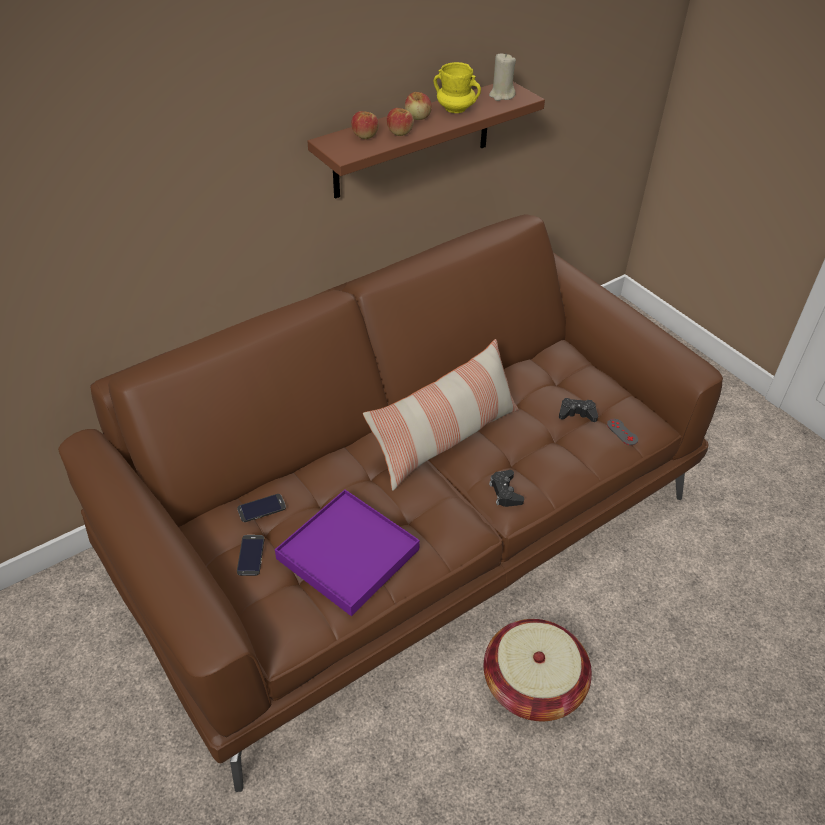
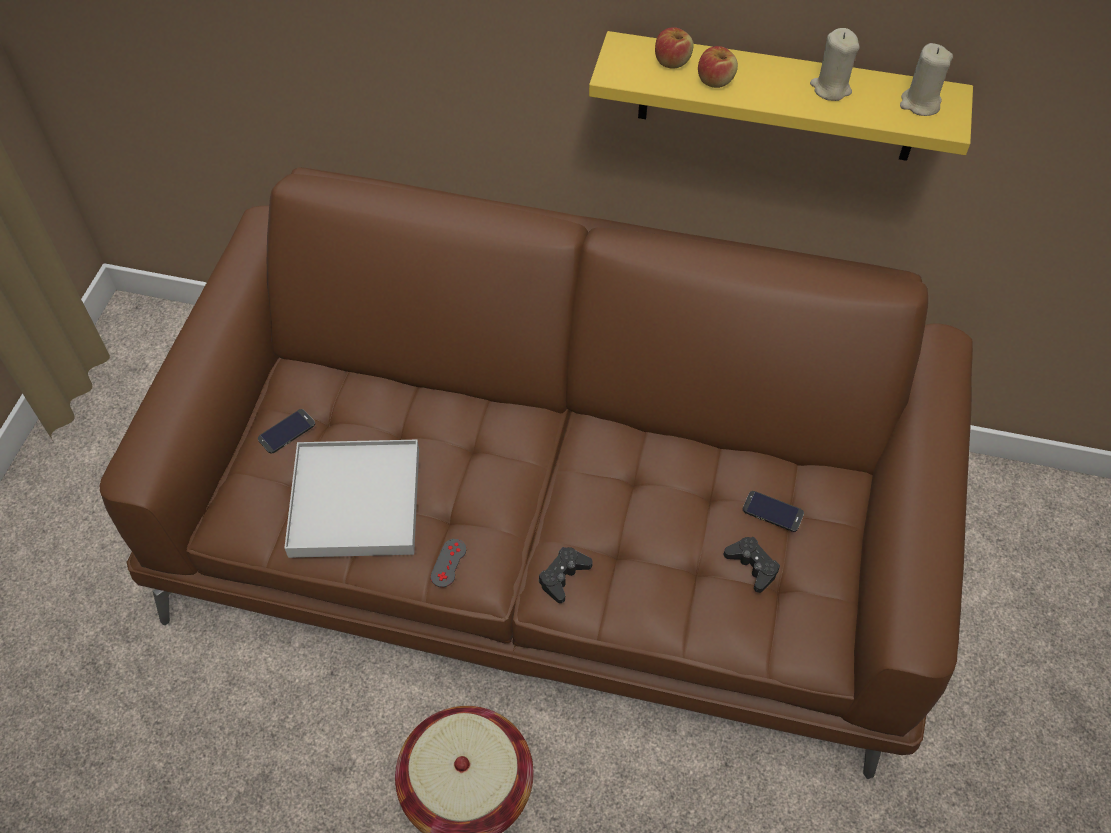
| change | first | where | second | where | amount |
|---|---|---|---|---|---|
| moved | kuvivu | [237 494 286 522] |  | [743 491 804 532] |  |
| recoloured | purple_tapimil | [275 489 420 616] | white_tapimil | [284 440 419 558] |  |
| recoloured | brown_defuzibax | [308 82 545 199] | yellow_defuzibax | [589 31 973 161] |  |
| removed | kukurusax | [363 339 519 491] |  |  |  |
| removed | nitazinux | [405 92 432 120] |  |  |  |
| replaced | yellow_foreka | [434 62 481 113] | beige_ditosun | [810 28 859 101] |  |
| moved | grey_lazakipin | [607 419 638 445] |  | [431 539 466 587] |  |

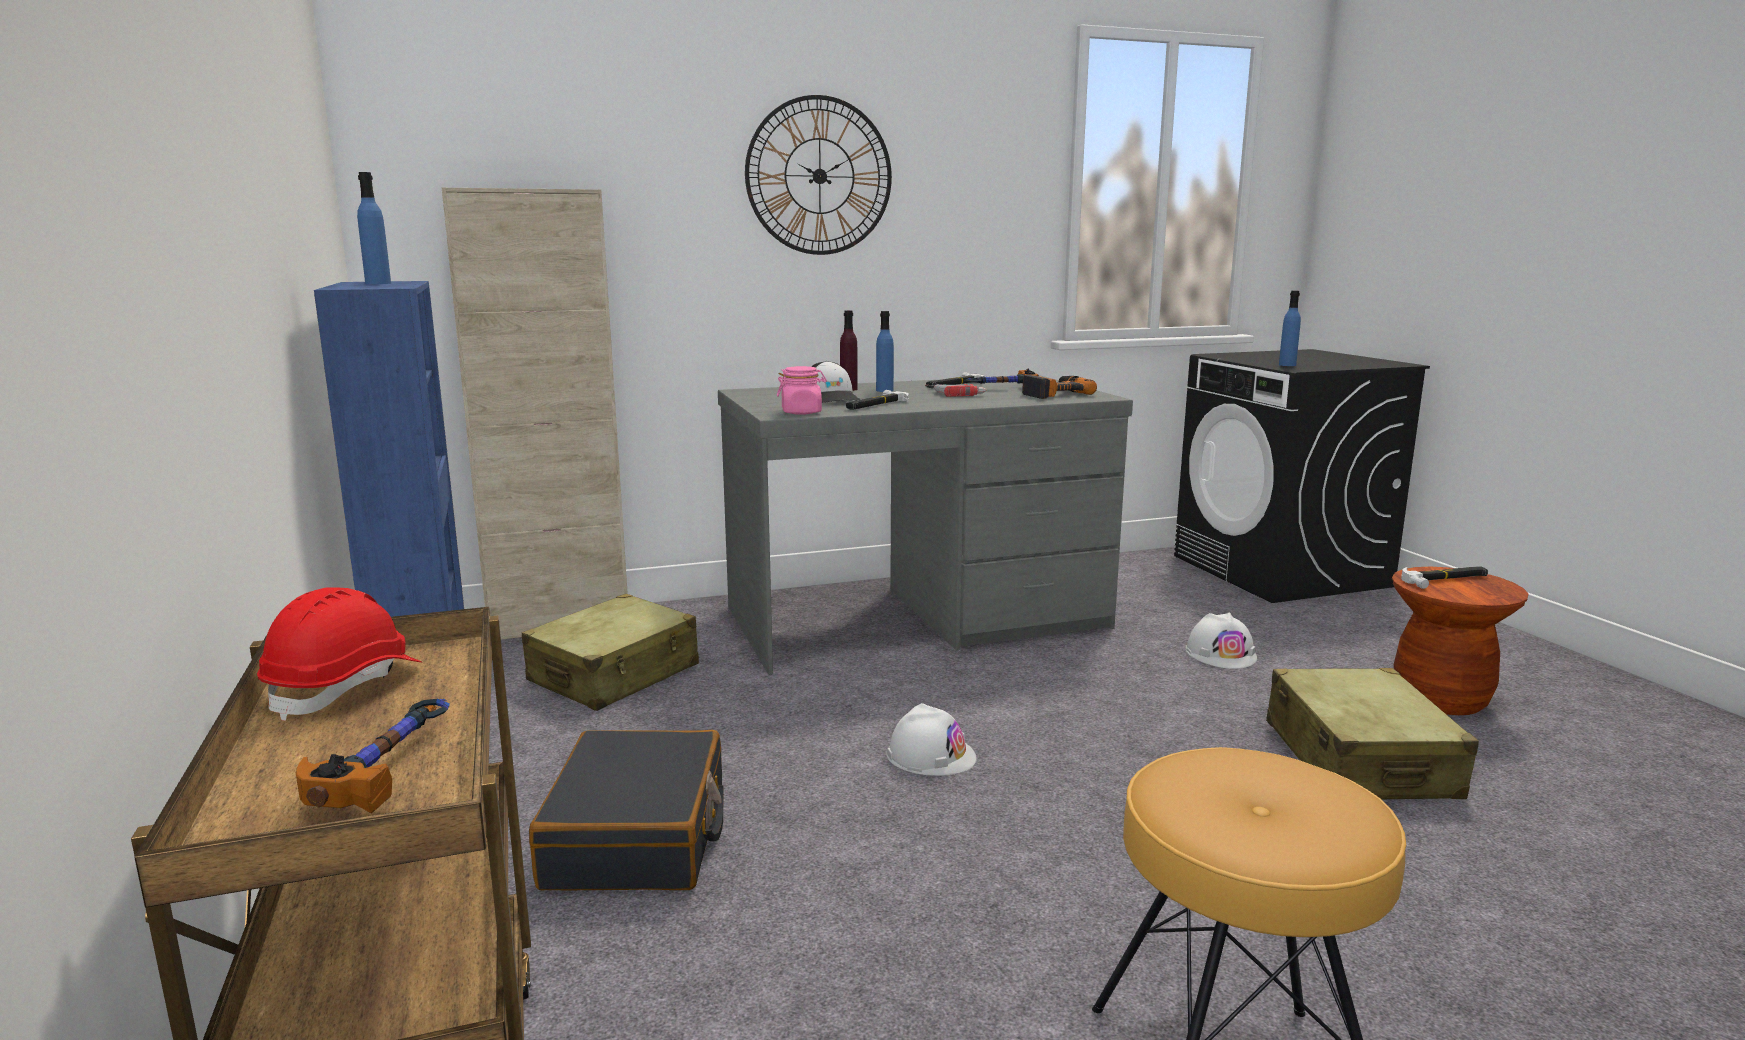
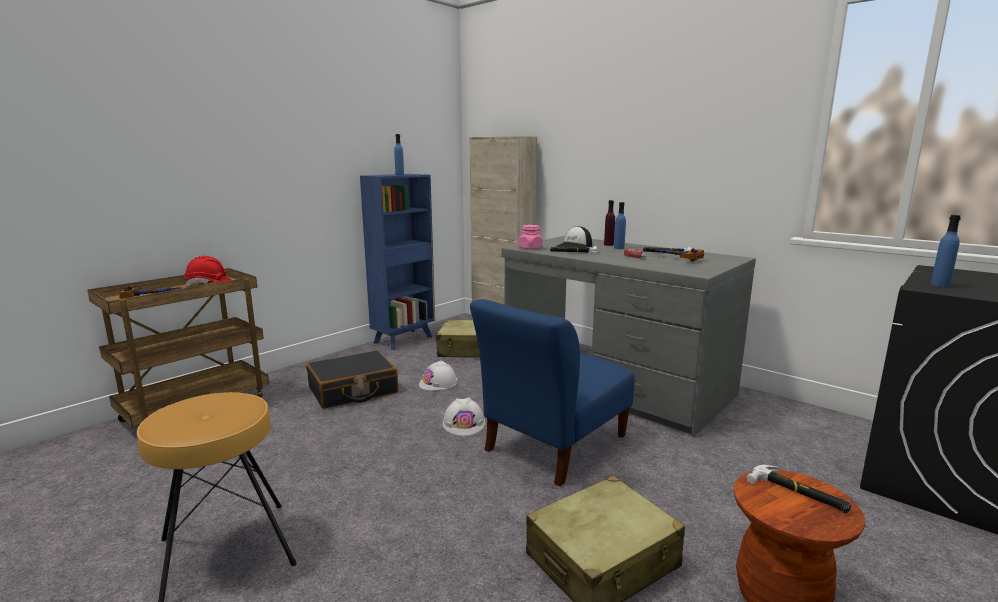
| change | first | where | second | where | amount |
|---|---|---|---|---|---|
| removed | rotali | [745 95 892 255] |  |  |  |
| removed | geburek | [1022 375 1097 399] |  |  |  |
| moved | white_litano | [1186 613 1258 669] |  | [419 361 458 391] |  |
| added |  |  | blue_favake | [470 299 635 486] |  |

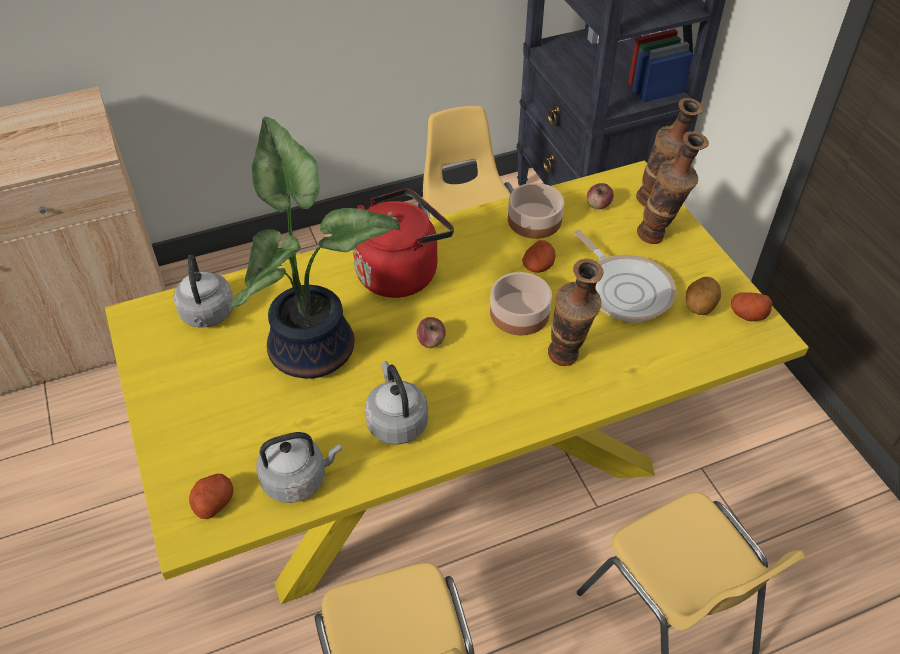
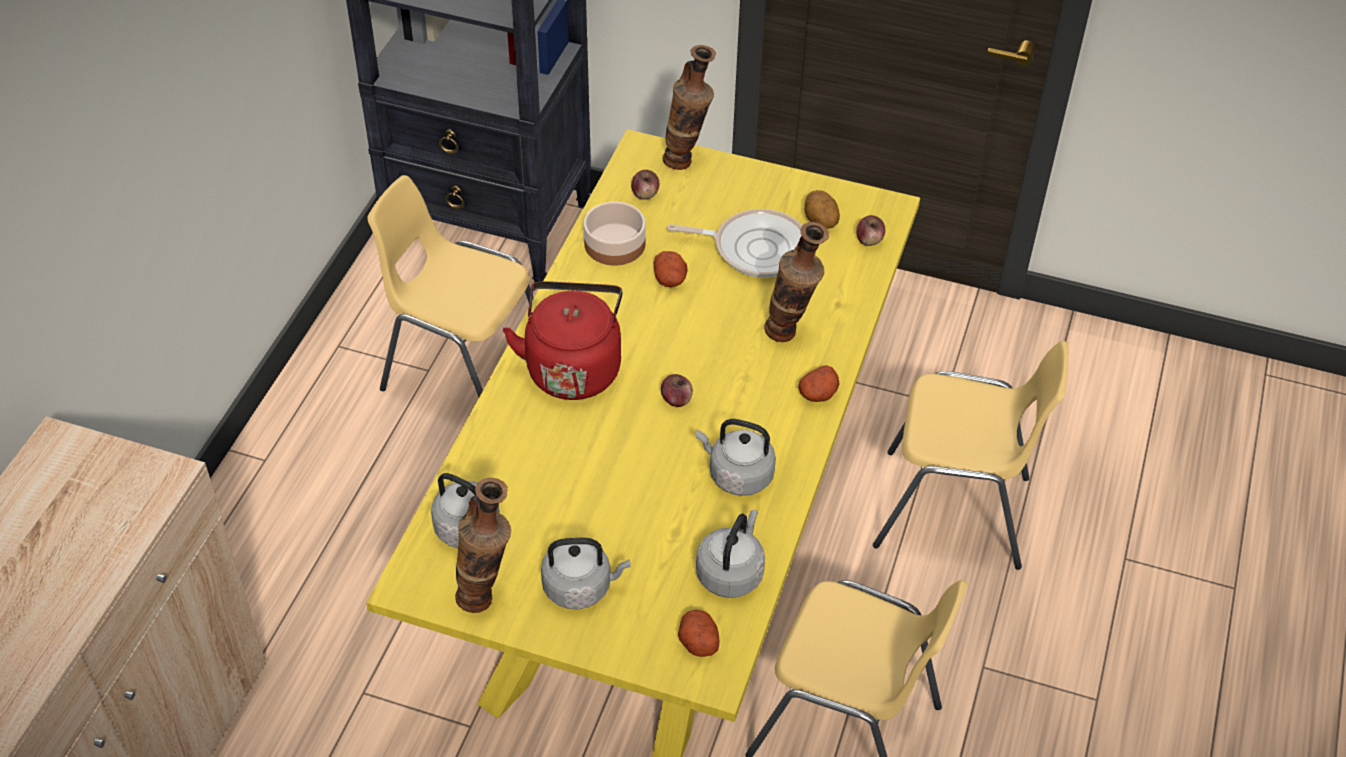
| change | first | where | second | where | amount |
|---|---|---|---|---|---|
| removed | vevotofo | [230 117 401 379] |  |  |  |
| removed | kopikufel | [490 272 552 335] |  |  |  |
| moved | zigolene | [637 131 709 244] |  | [455 478 511 613] |  |
| moved | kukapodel | [731 292 772 321] |  | [798 365 840 402] |  |
| added |  |  | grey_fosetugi | [541 538 631 610] |  |
| added |  |  | nitazinux | [856 215 885 246] |  |

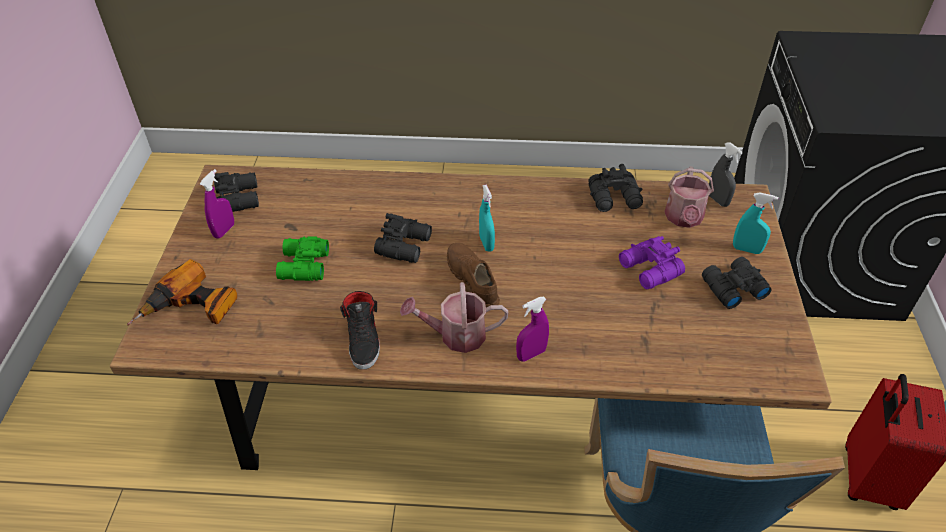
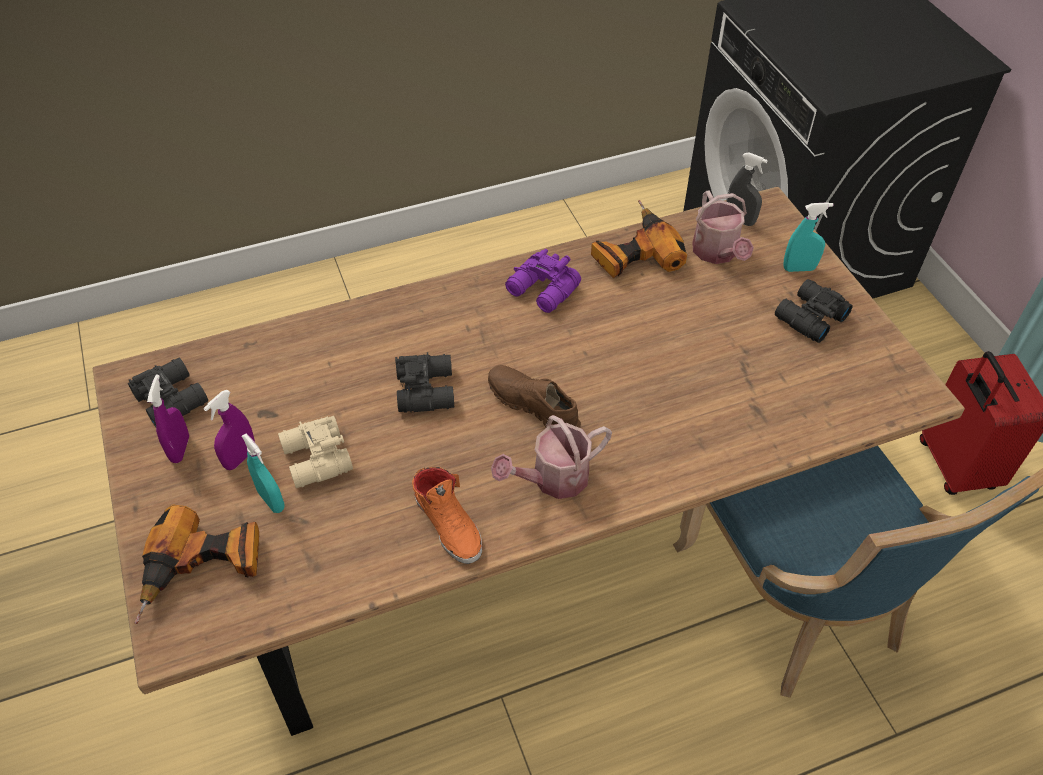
| change | first | where | second | where | amount |
|---|---|---|---|---|---|
| recoloured | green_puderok | [276 237 329 281] | beige_puderok | [278 416 353 488] |  |
| recoloured | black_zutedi | [340 291 380 369] | orange_zutedi | [412 467 482 564] |  |
| moved | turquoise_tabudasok | [479 185 495 252] |  | [242 433 285 513] |  |
| moved | purple_tabudasok | [516 297 549 362] |  | [203 390 255 470] |  |
| replaced | black_puderok | [588 164 643 212] | geburek | [591 200 687 278] |  |
| moved | purple_puderok | [619 236 685 289] |  | [505 249 581 313] |  |

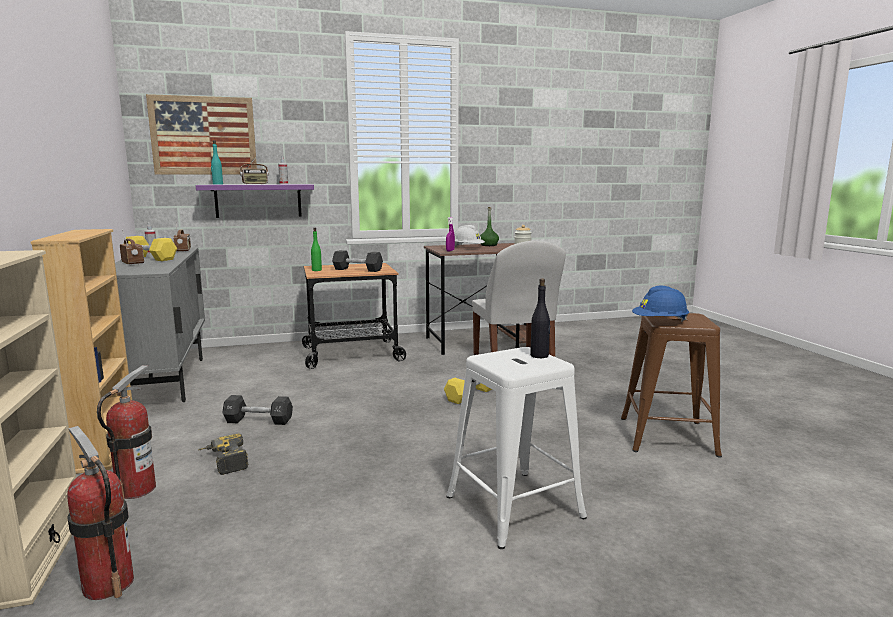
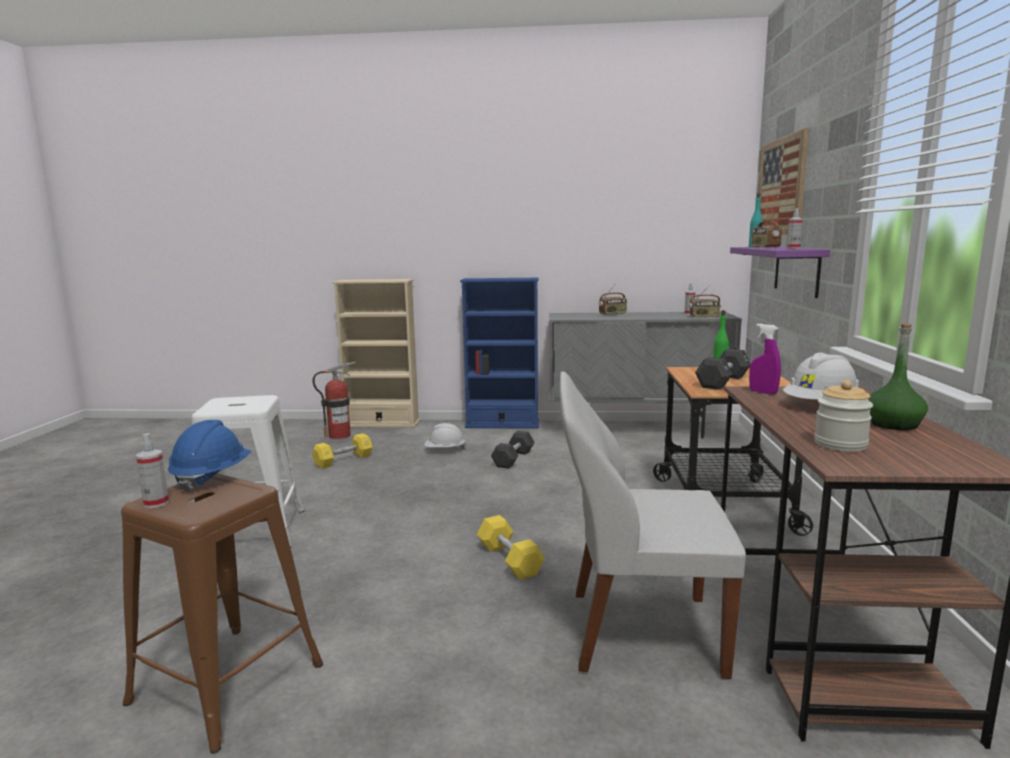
| change | first | where | second | where | amount |
|---|---|---|---|---|---|
| recoloured | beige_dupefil | [31 229 132 474] | blue_dupefil | [460 278 539 429] |  |
| removed | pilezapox | [97 365 156 499] |  |  |  |
| moved | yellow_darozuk | [126 236 177 261] |  | [312 433 373 469] |  |
| replaced | geburek | [198 434 248 475] | white_litano | [424 423 466 450] |  |
| removed | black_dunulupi | [530 278 551 358] |  |  |  |
| added |  |  | tabudasok | [136 433 169 508] |  |

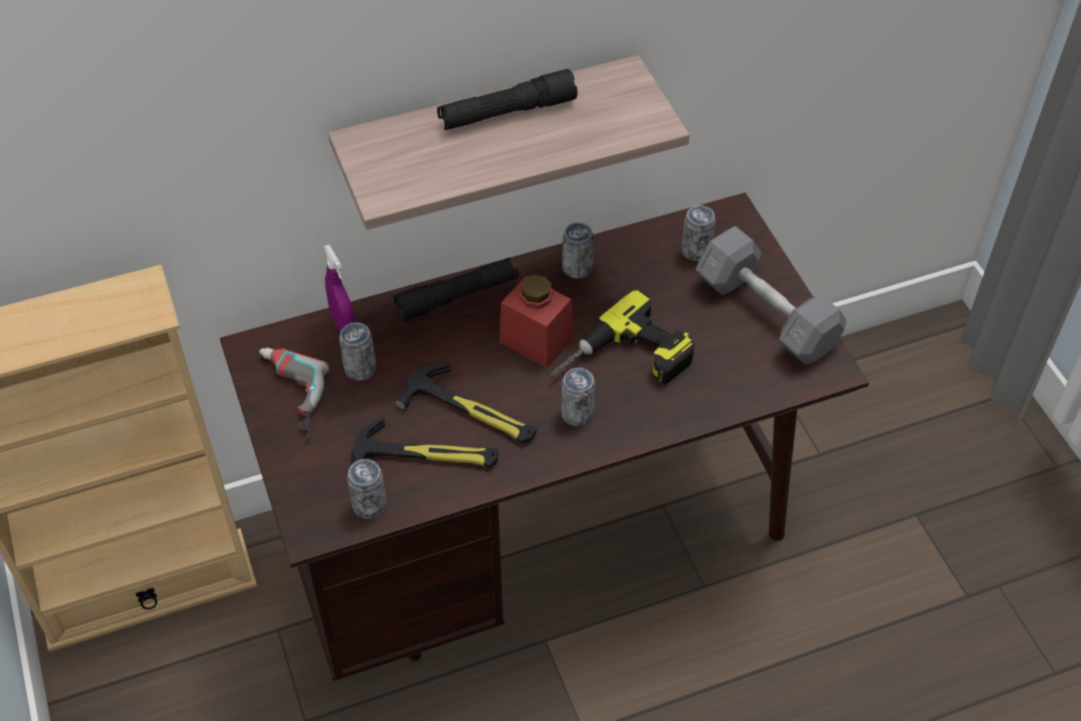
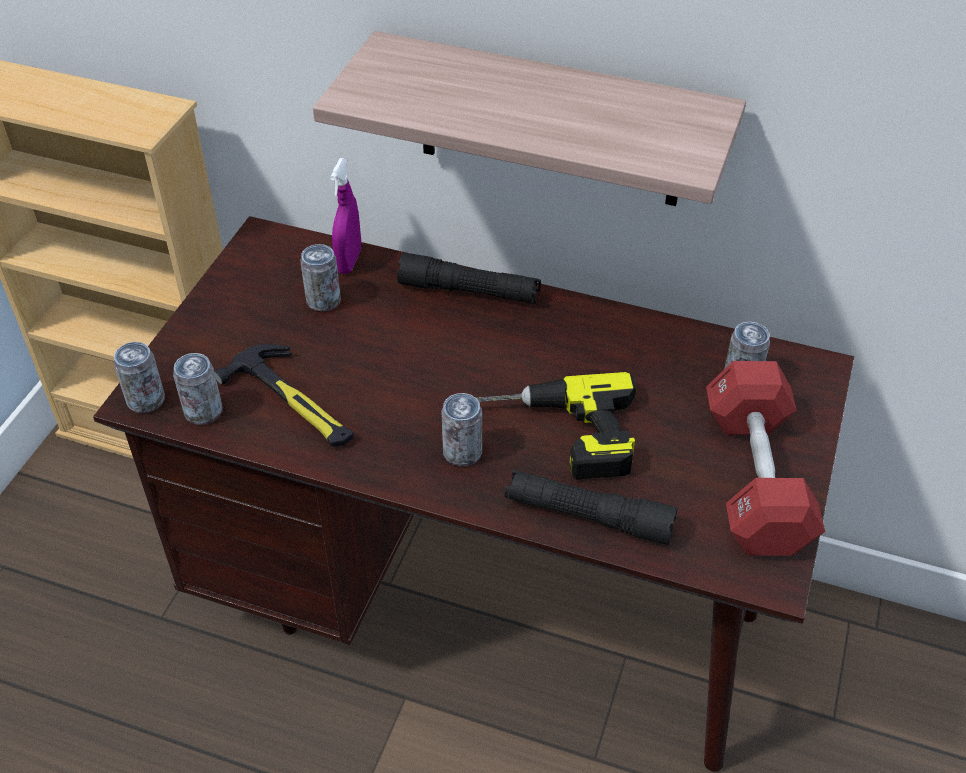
| change | first | where | second | where | amount |
|---|---|---|---|---|---|
| removed | geburek | [259 347 330 439] |  |  |  |
| removed | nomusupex | [395 364 536 444] |  |  |  |
| moved | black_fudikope | [437 69 577 130] |  | [505 470 678 545] |  |
| removed | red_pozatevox | [499 274 573 368] |  |  |  |
| moved | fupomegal | [562 222 594 278] |  | [114 342 165 413] |  |
| recoloured | grey_darozuk | [696 226 847 365] | red_darozuk | [706 361 825 556] |  |

